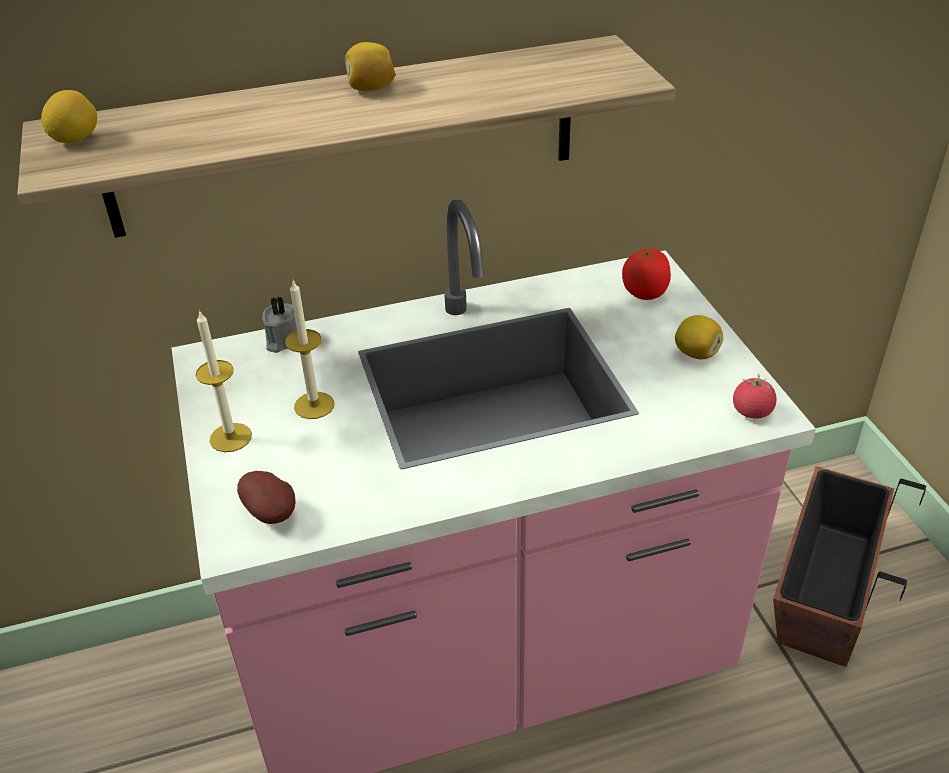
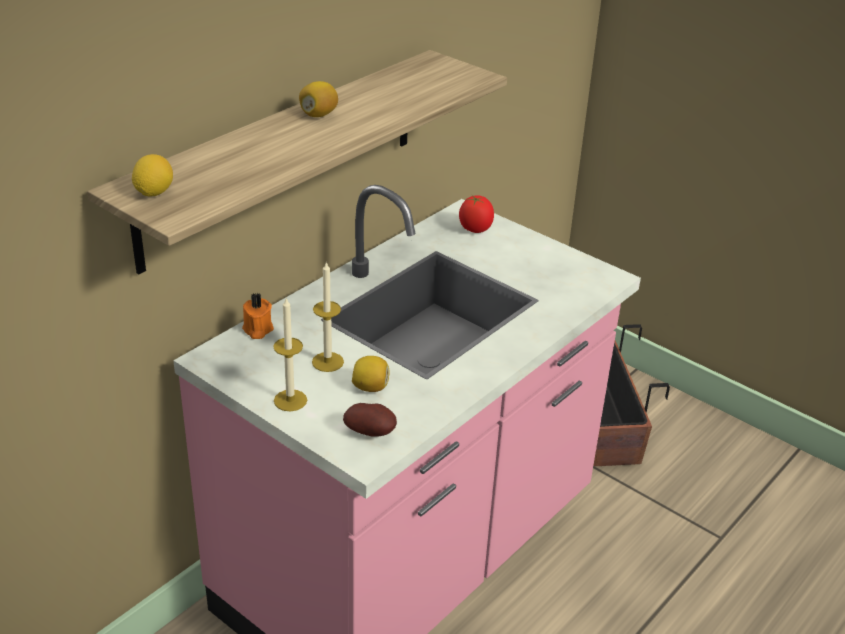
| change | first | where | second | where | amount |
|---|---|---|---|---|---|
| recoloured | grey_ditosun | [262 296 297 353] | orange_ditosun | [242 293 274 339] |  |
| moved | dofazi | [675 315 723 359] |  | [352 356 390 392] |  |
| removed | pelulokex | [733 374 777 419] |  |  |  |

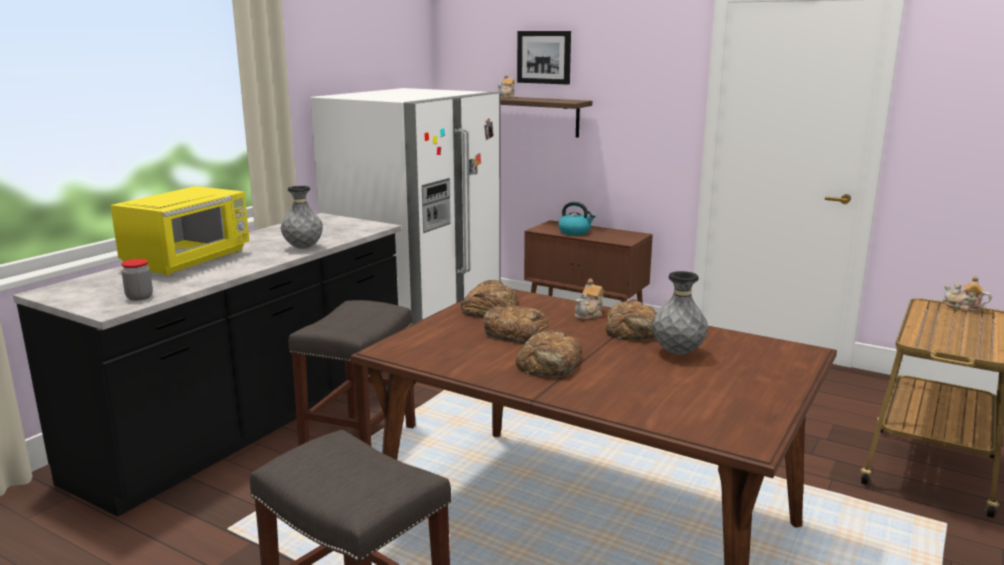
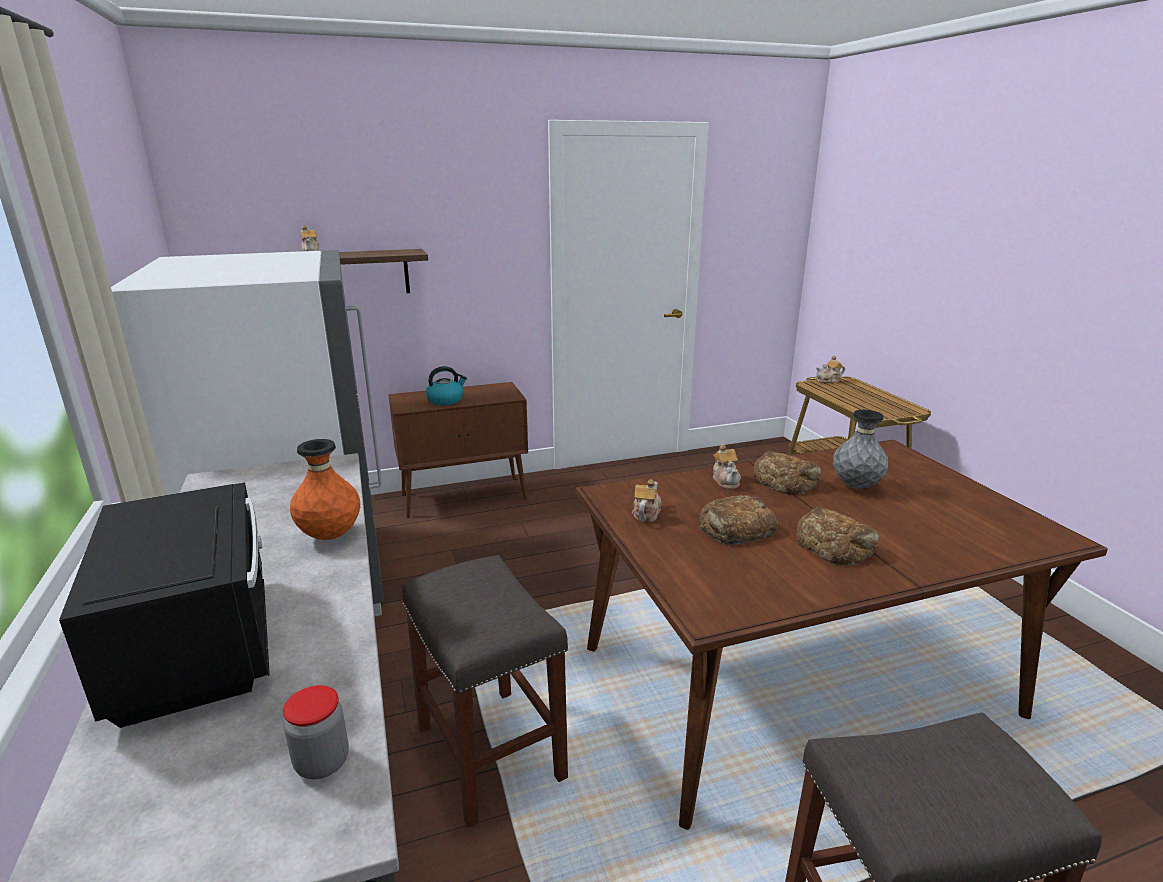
| change | first | where | second | where | amount |
|---|---|---|---|---|---|
| recoloured | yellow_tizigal | [110 186 249 276] | black_tizigal | [59 483 270 728] |  |
| recoloured | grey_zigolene | [281 186 323 249] | orange_zigolene | [290 439 360 540] |  |
| replaced | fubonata | [461 280 518 317] | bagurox | [632 479 662 522] |  |
| removed | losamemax | [517 31 571 85] |  |  |  |

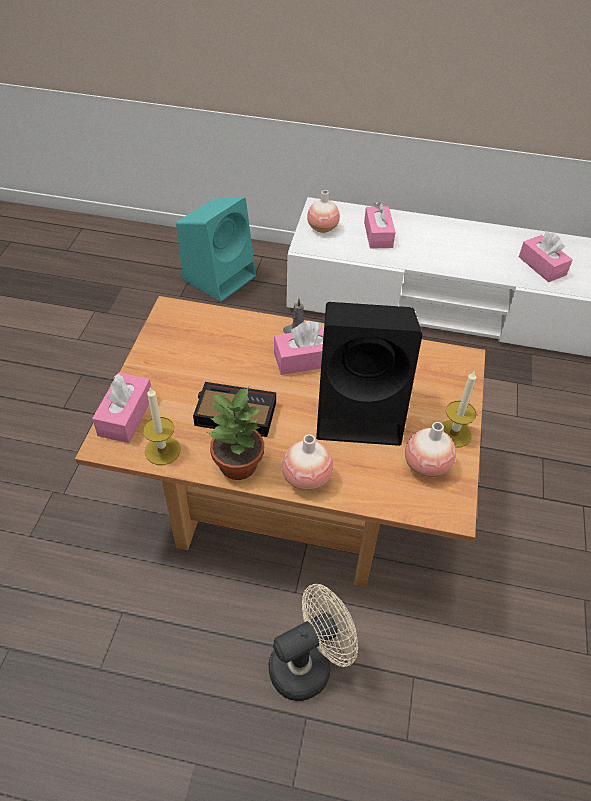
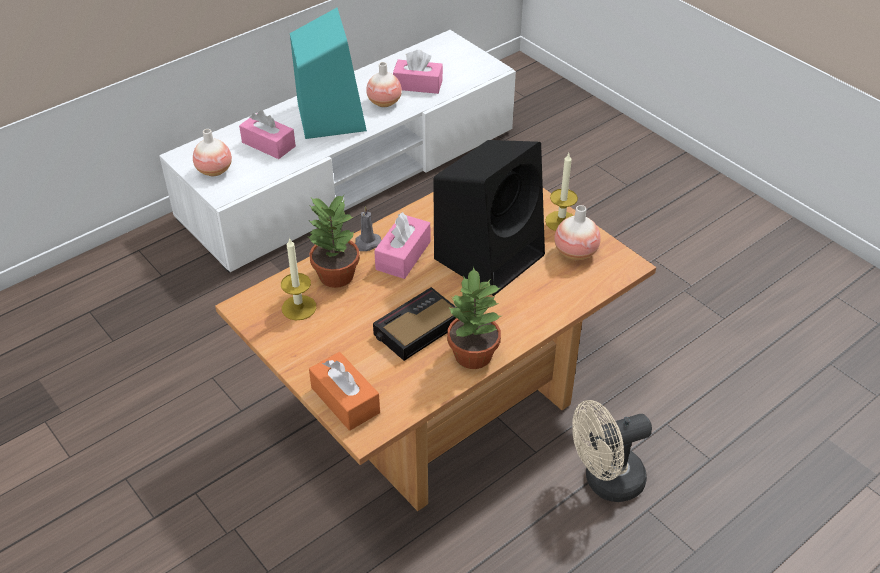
| change | first | where | second | where | amount |
|---|---|---|---|---|---|
| recoloured | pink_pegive | [92 372 151 443] | orange_pegive | [309 352 380 431] |  |
| moved | ditosun | [143 387 181 465] |  | [281 237 316 320] |  |
| moved | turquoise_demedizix | [176 198 256 302] |  | [290 8 367 139] |  |
| turned | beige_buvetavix | [269 584 358 701] |  | [572 400 652 502] | 120 degrees counterclockwise |
| moved | zigolene | [282 435 333 491] |  | [366 62 402 107] |  |
| added |  |  | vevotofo | [306 195 360 288] |  |

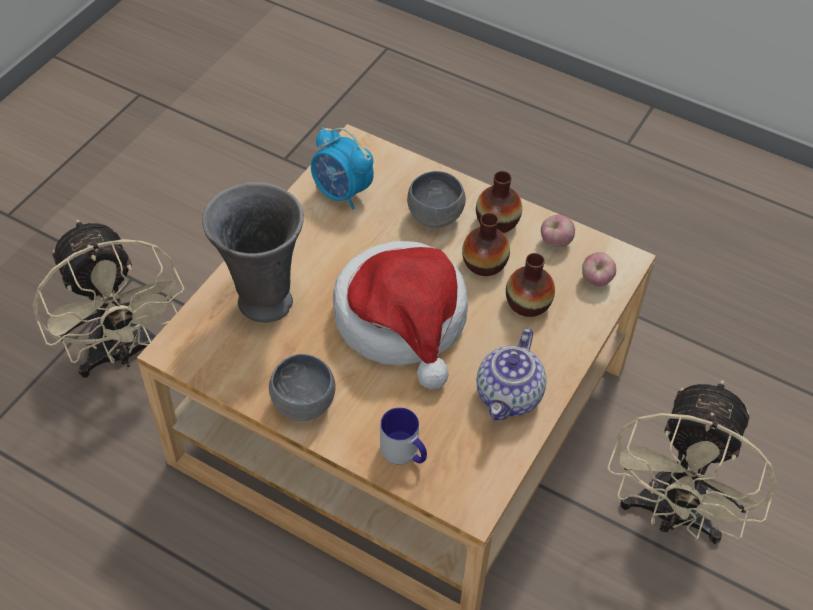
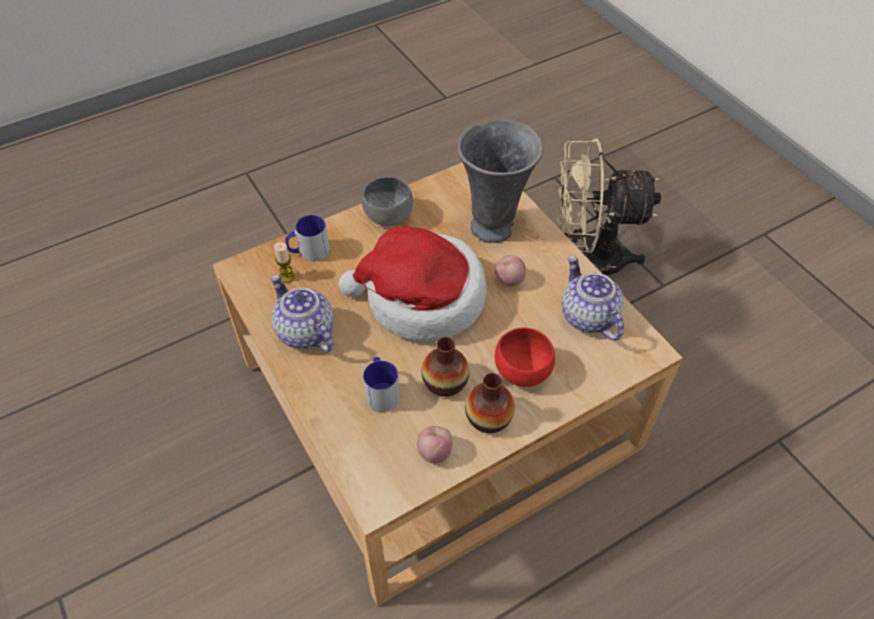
| change | first | where | second | where | amount |
|---|---|---|---|---|---|
| replaced | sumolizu | [311 127 374 210] | bagurox | [562 255 624 341] |  |
| recoloured | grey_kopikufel | [407 171 466 228] | red_kopikufel | [495 328 555 387] |  |
| replaced | zigolene | [506 253 555 317] | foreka | [363 357 400 412] |  |
| moved | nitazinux | [582 252 616 287] |  | [495 255 526 286] |  |
| removed | beige_buvetavix | [607 380 777 544] |  |  |  |
| added |  |  | ditosun | [274 242 295 283] |  |

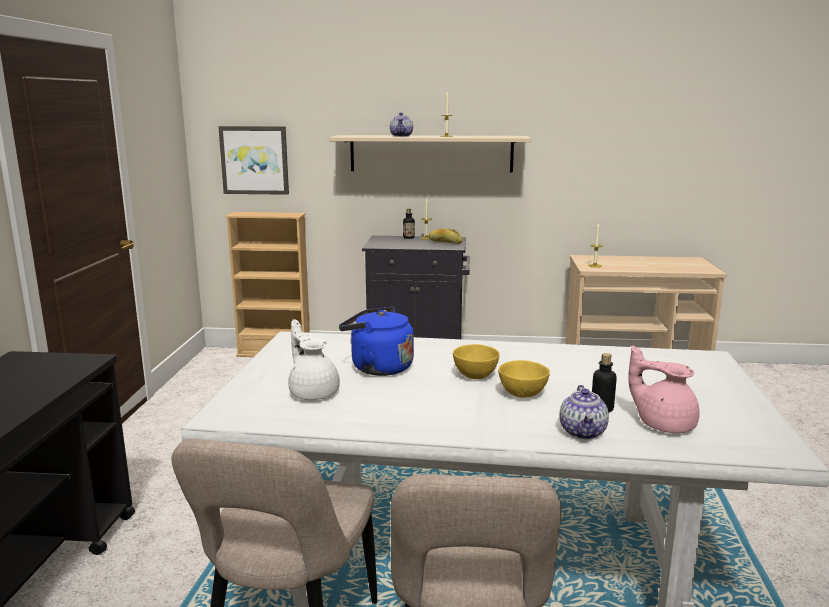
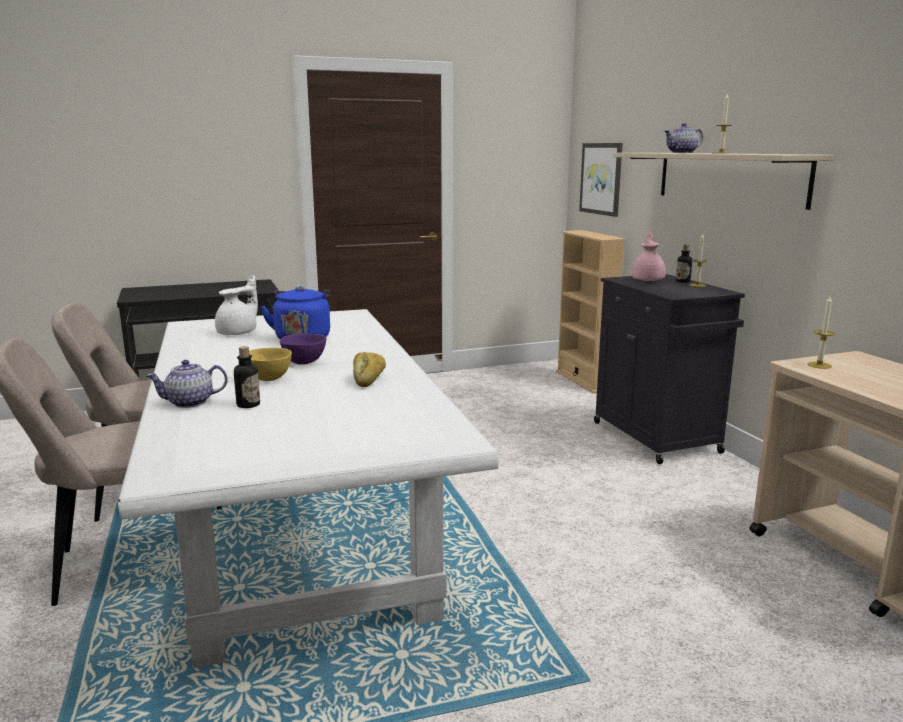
| change | first | where | second | where | amount |
|---|---|---|---|---|---|
| moved | fubonata | [428 228 462 244] |  | [353 352 386 387] |  |
| recoloured | yellow_kopikufel | [453 344 500 379] | purple_kopikufel | [280 334 326 365] |  |
| moved | pink_bagurox | [629 345 699 433] |  | [632 232 666 281] |  |

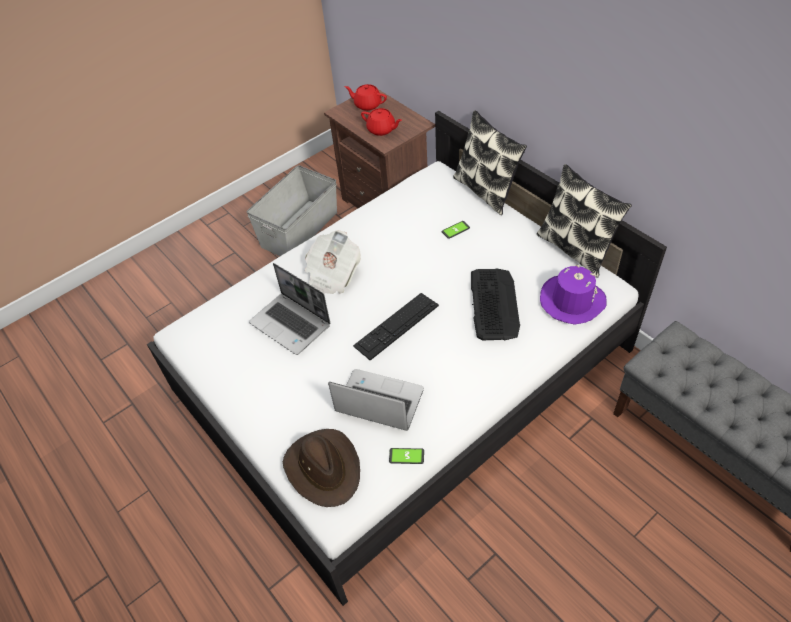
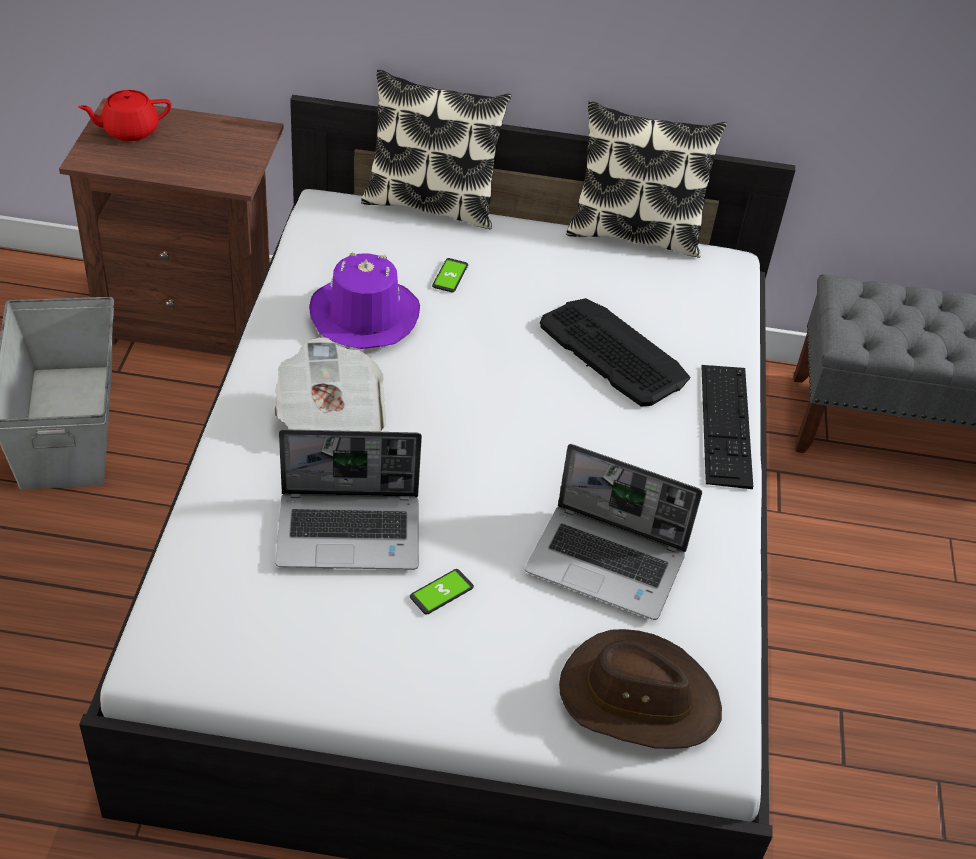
| change | first | where | second | where | amount |
|---|---|---|---|---|---|
| turned | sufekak | [328 369 424 431] |  | [525 444 702 620] | 135 degrees counterclockwise |
| moved | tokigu | [353 293 439 361] |  | [701 365 753 489] |  |
| removed | red_bagurox | [361 108 402 136] |  |  |  |
| moved | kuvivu | [389 448 424 464] |  | [410 569 474 615] |  |
| moved | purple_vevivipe | [540 265 607 325] |  | [309 252 420 349] |  |

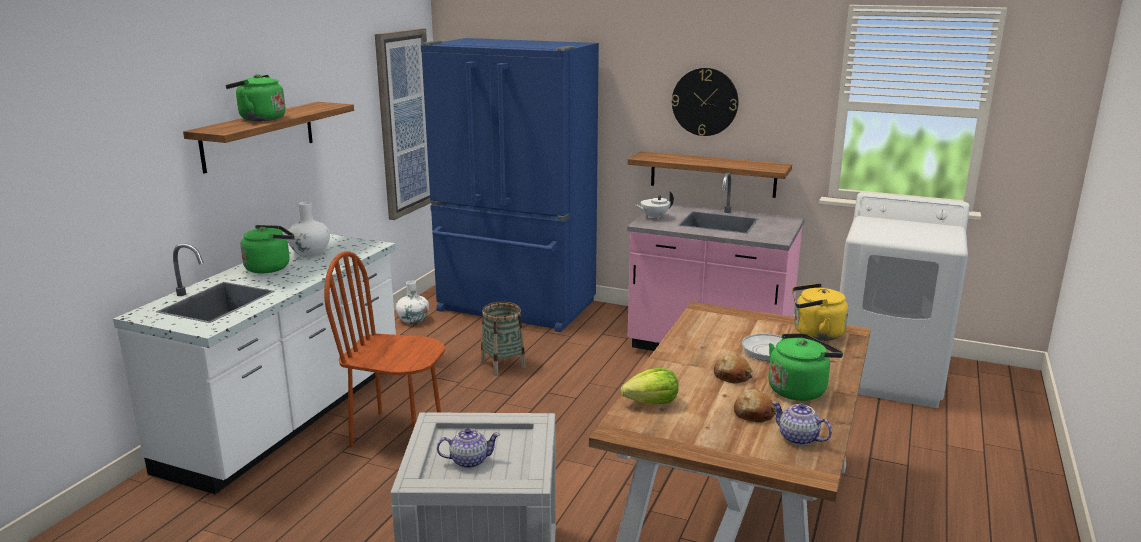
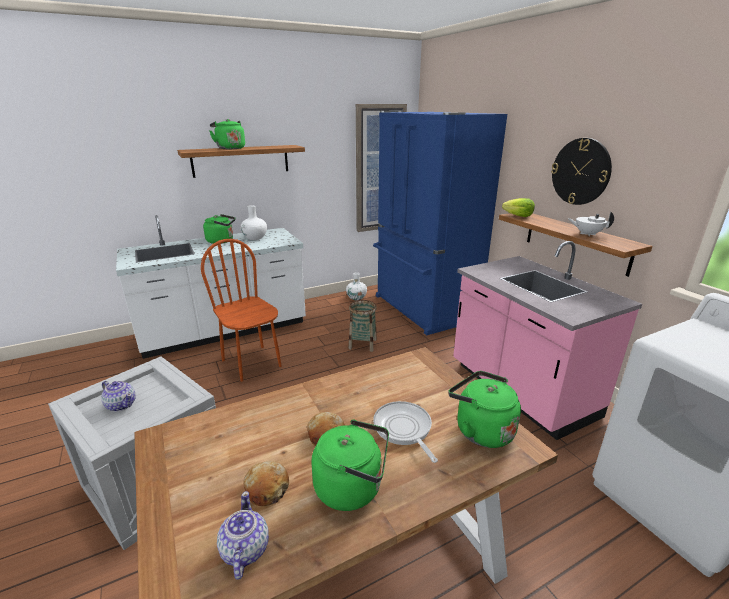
| change | first | where | second | where | amount |
|---|---|---|---|---|---|
| moved | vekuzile | [621 368 679 404] |  | [502 198 535 217] |  |
| moved | white_bagurox | [635 191 674 219] |  | [568 211 614 236] |  |
| recoloured | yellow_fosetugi | [792 283 848 341] | green_fosetugi | [448 371 521 448] |  |

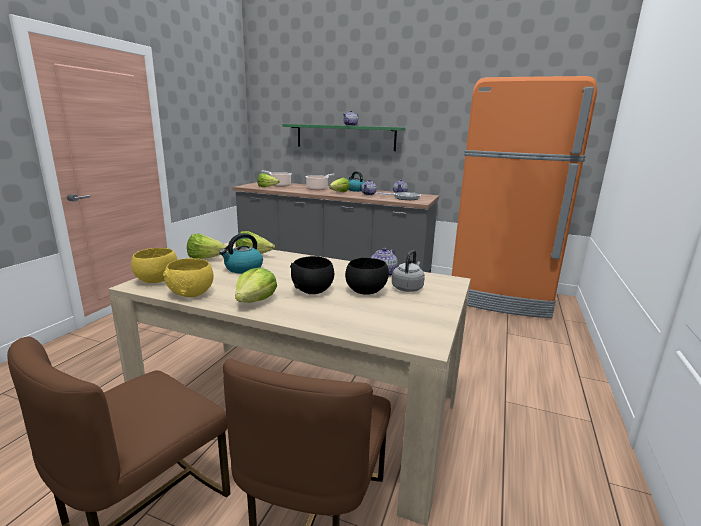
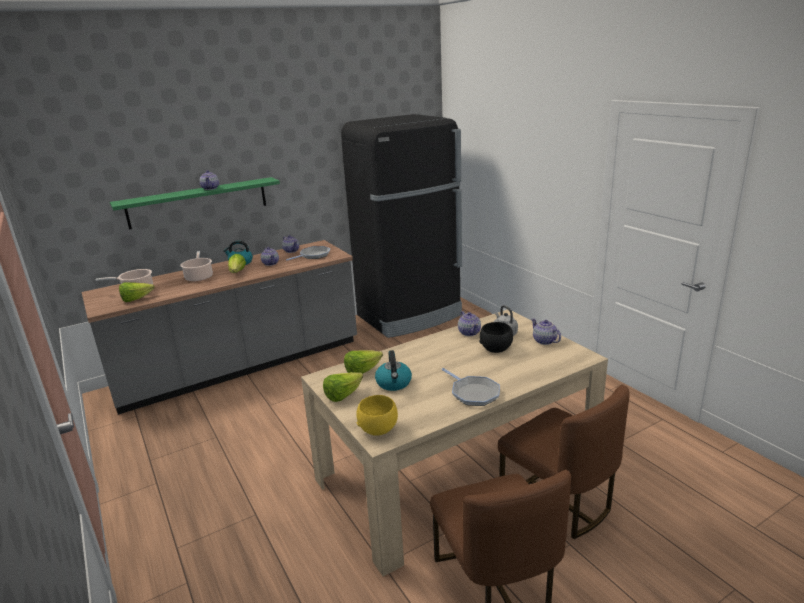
| change | first | where | second | where | amount |
|---|---|---|---|---|---|
| removed | yellow_kopikufel | [163 258 214 297] |  |  |  |
| replaced | vekuzile | [235 267 277 303] | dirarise | [441 368 500 406] |  |
| removed | black_kopikufel | [290 256 334 294] |  |  |  |
| recoloured | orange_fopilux | [452 76 597 318] | black_fopilux | [341 114 462 338] |  |
| added |  |  | bagurox | [531 319 561 345] |  |

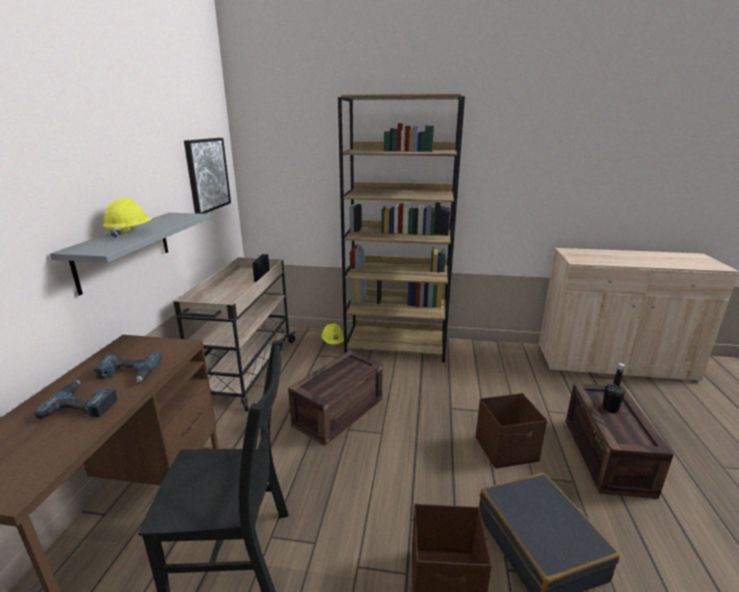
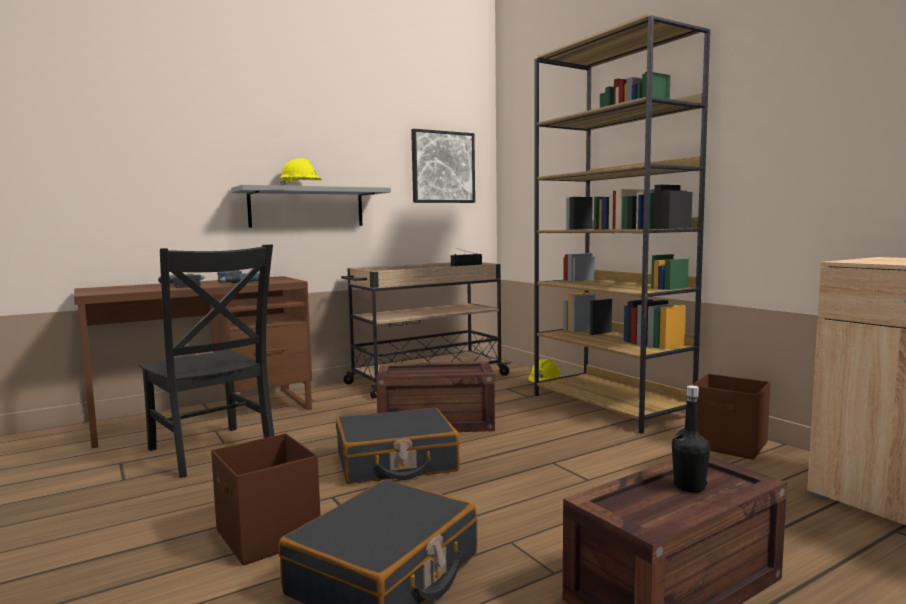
| change | first | where | second | where | amount |
|---|---|---|---|---|---|
| moved | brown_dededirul | [476 393 547 469] |  | [692 374 770 460] |  |
| added |  |  | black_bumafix | [336 408 460 484] |  |

